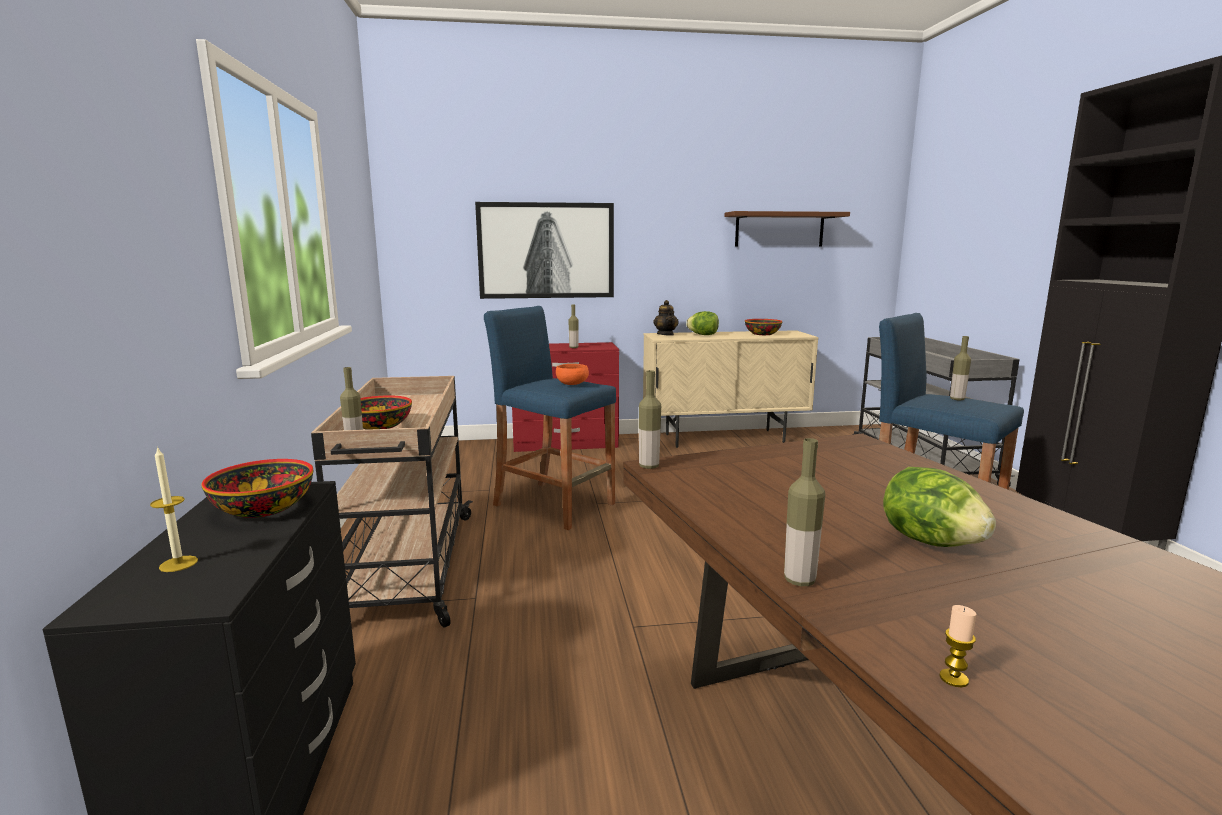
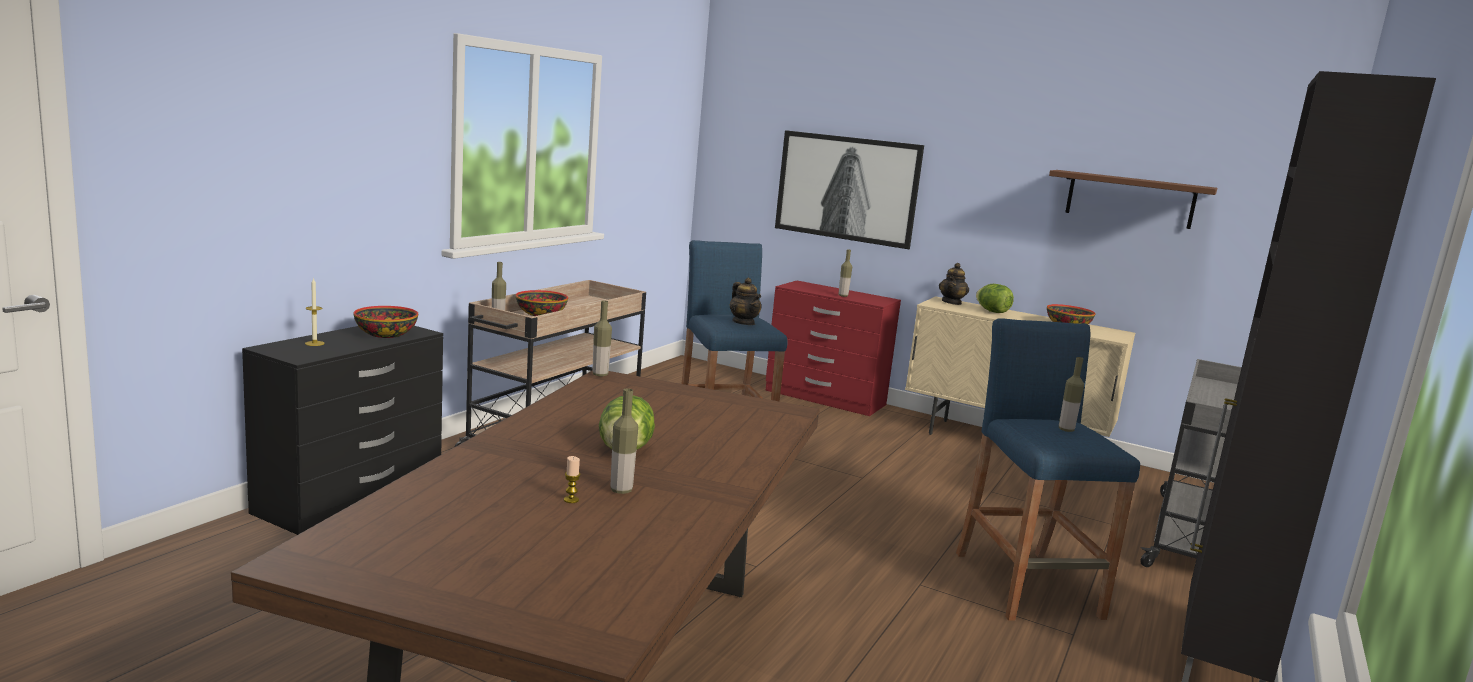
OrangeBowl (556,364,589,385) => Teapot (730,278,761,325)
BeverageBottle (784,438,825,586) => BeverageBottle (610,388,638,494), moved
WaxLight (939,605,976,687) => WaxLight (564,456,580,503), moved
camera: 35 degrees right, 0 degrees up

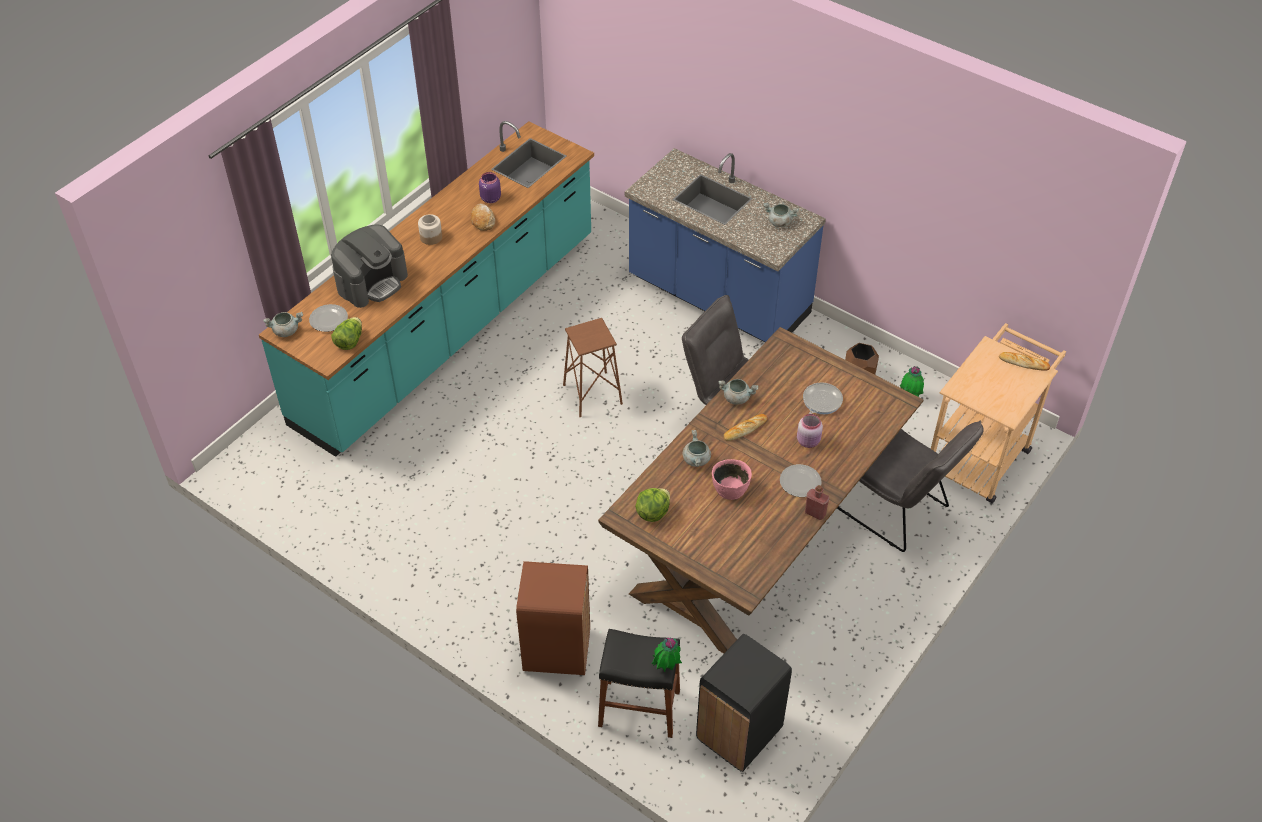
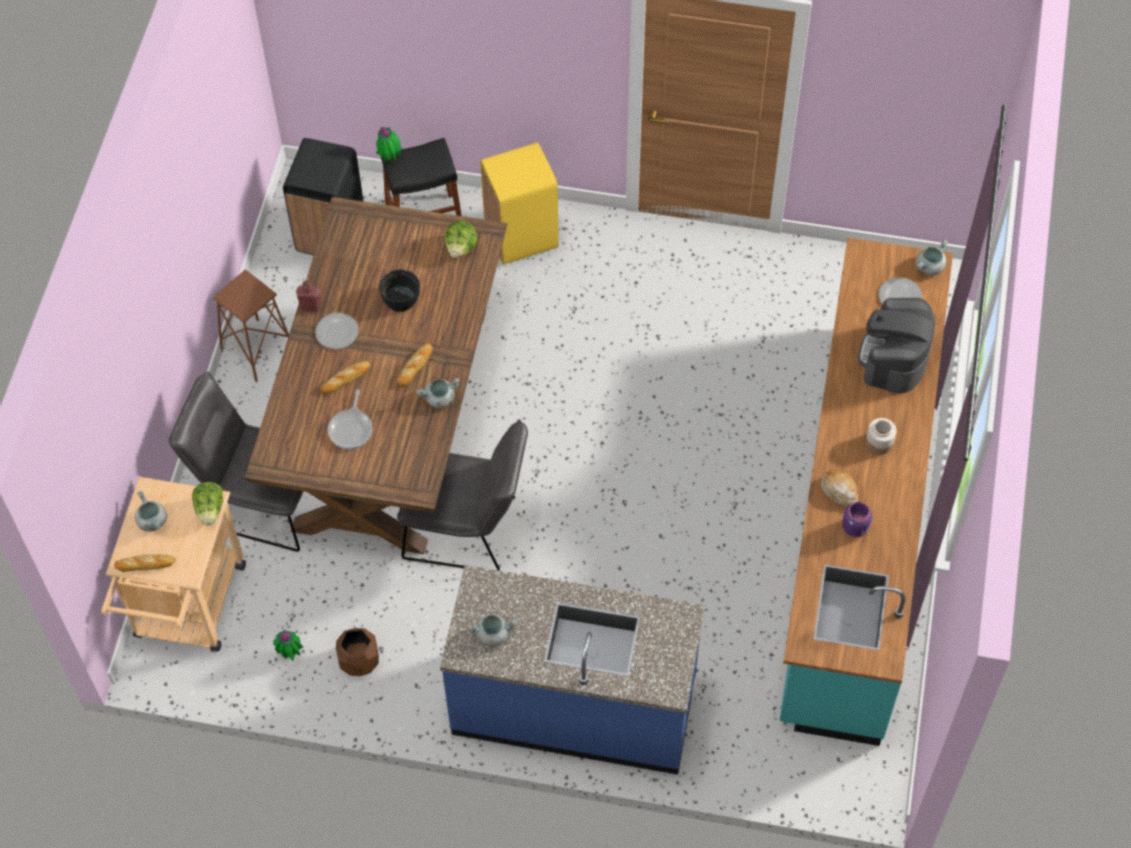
LettuceHead (331,317,362,350) => LettuceHead (192,482,223,525), moved
BrownColouredWasteBin (516,561,590,675) => YellowWasteBin (480,142,559,265)
BrownColouredStool (563,318,623,417) => BrownColouredStool (213,269,289,382), moved
GreyCookingPot (683,430,711,467) => GreyCookingPot (135,491,167,532), moved
PinkBowl (712,459,752,500) => BlackColouredBowl (379,269,420,312)
PinkStorageJar (797,414,823,448) => BakedBread (320,361,370,394)
camera: 155 degrees right, 10 degrees up

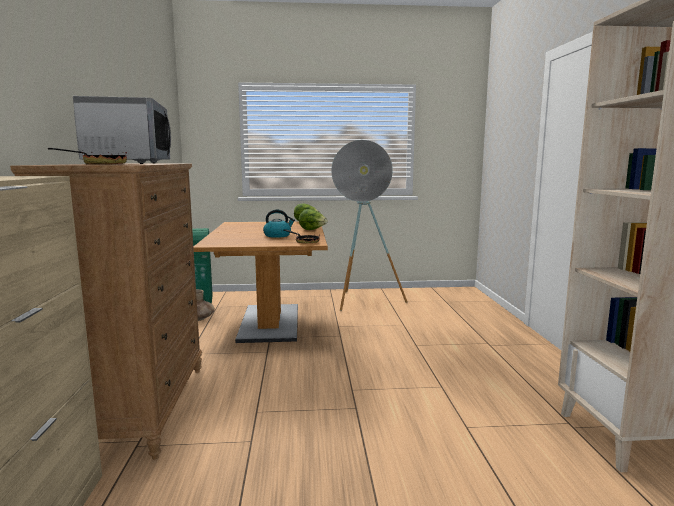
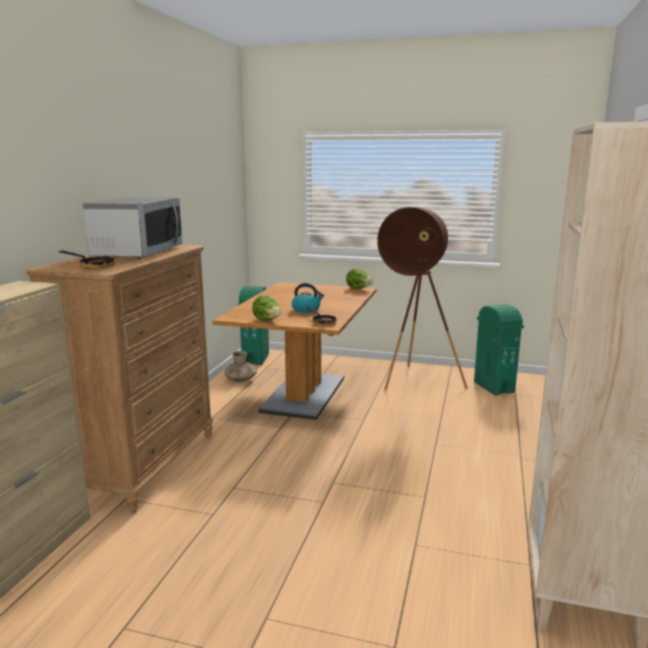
LettuceHead (299,209,328,230) => LettuceHead (252,296,281,321), moved
TurquoiseColouredFloorLamp (331,140,407,311) => BrownColouredFloorLamp (377,207,468,390)
nothing => GreenColouredWasteBin (474,304,524,396)
camera: 20 degrees right, 5 degrees up

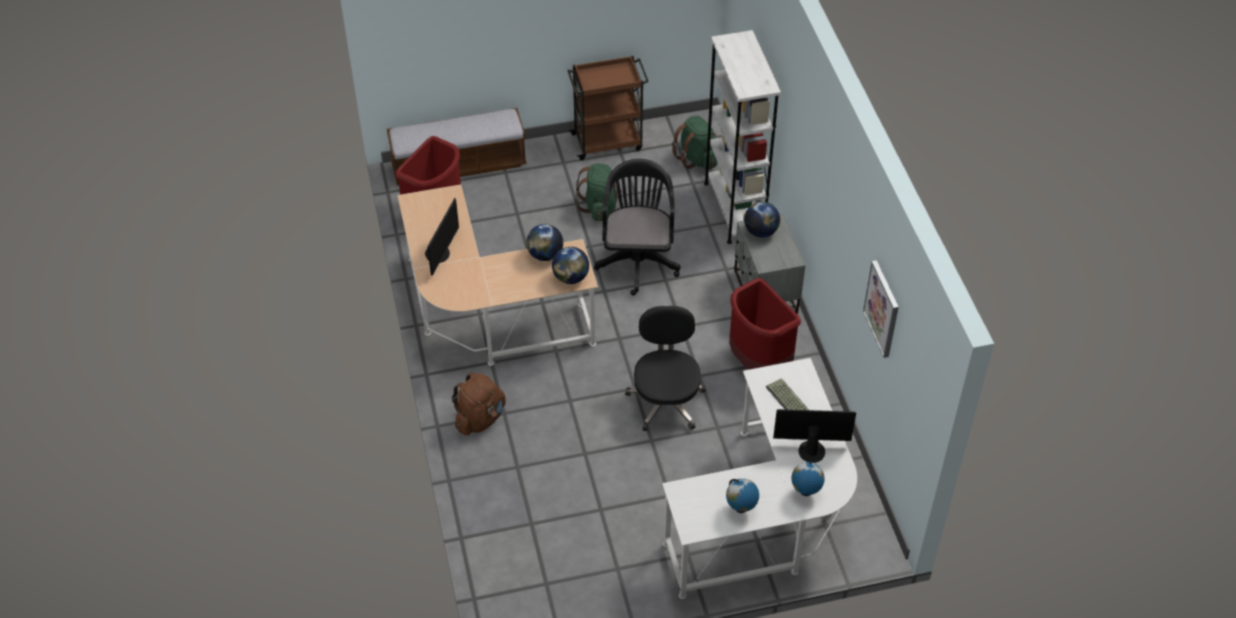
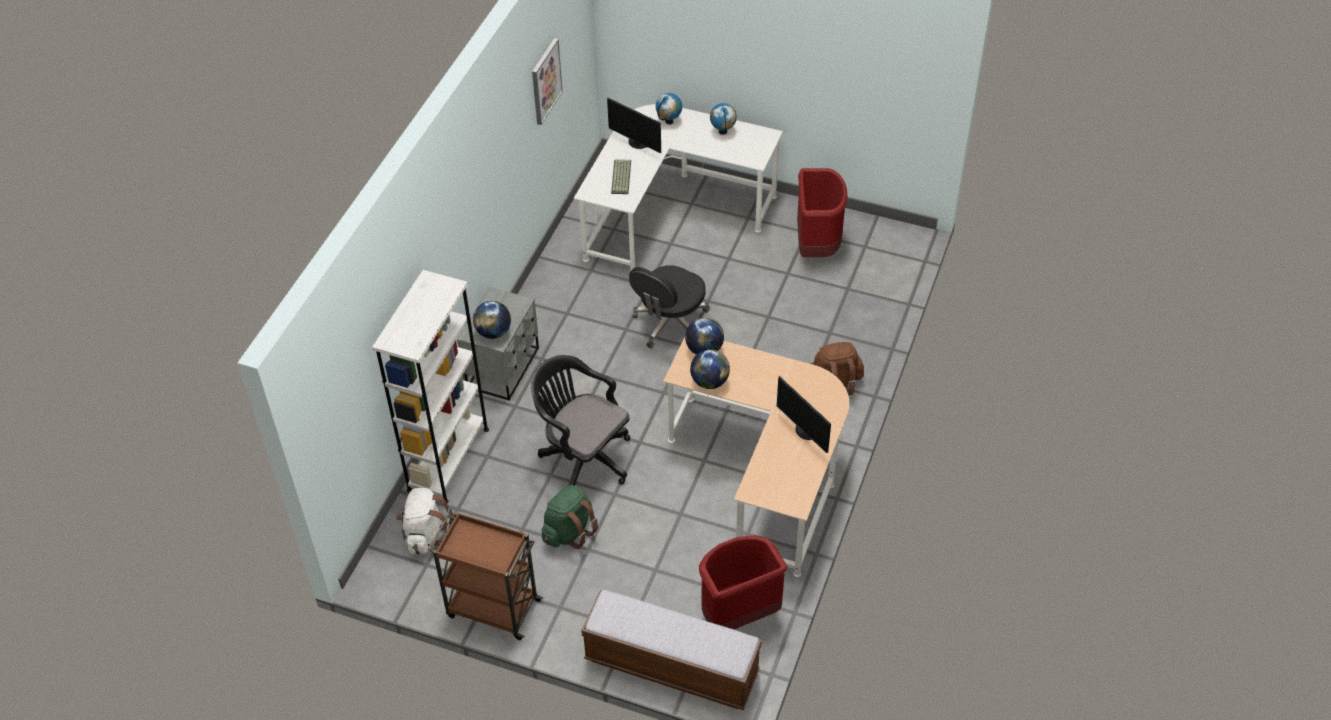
ComputerScreen (425,198,459,276) => ComputerScreen (777,376,831,453), 90 degrees counterclockwise
BlackColouredDeskChair (594,159,681,296) => BlackColouredDeskChair (531,355,630,486), 90 degrees clockwise
GreenColouredRucksack (672,116,718,169) => WhiteRucksack (396,488,454,554)
ReddishWasteBin (729,278,801,369) => ReddishWasteBin (797,168,848,257), moved
camera: 145 degrees left, 0 degrees up

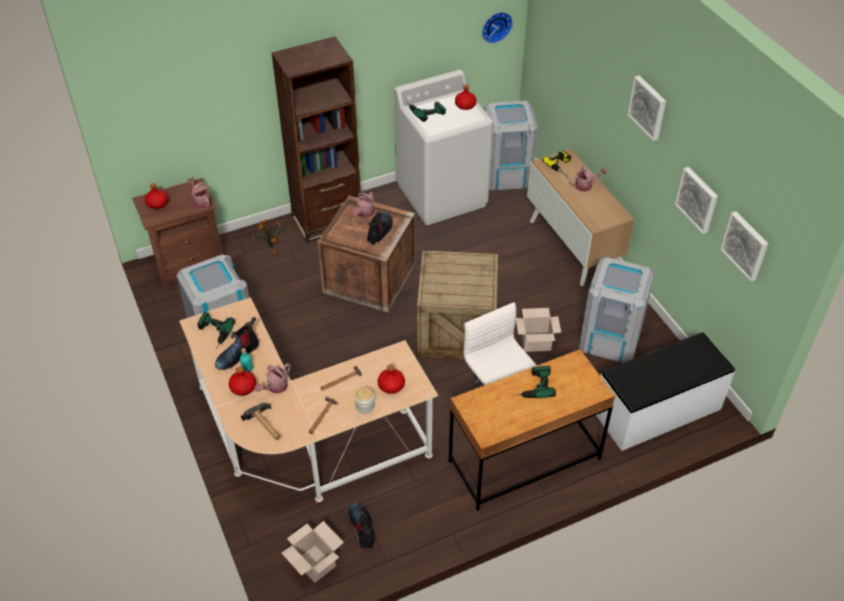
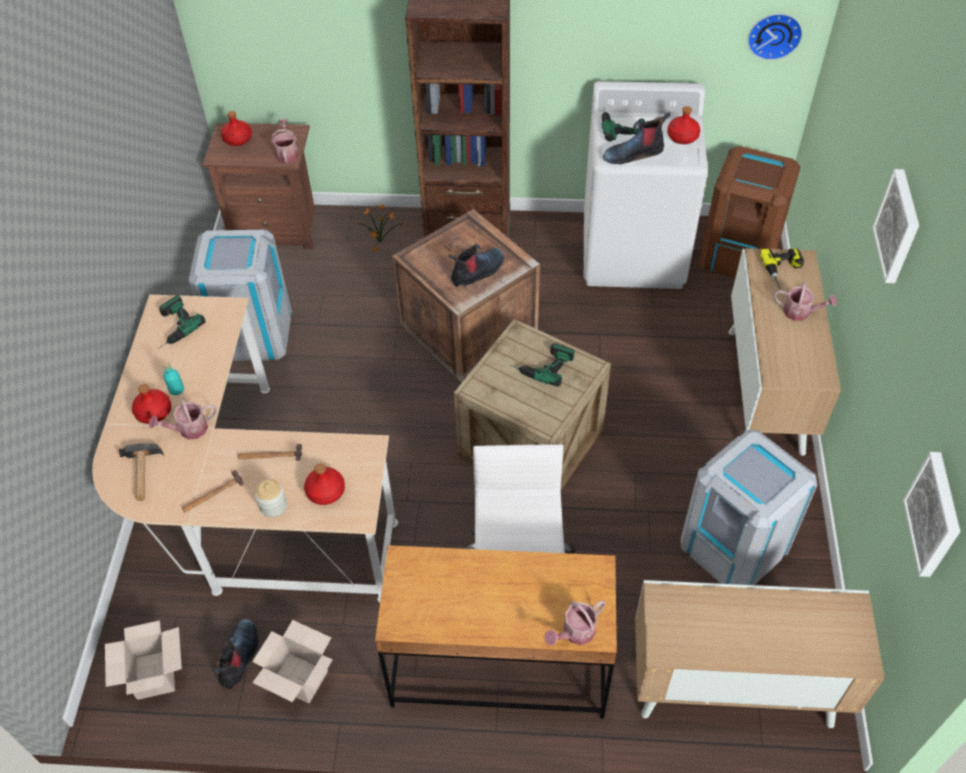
TallBoot (215,317,259,370) => TallBoot (603,112,671,164), moved
SprinklingCan (353,192,374,218) => SprinklingCan (544,601,606,646), moved
GreyWasteBin (484,101,538,191) => BrownColouredWasteBin (699,146,801,278)
Carton (516,308,561,352) => Carton (252,620,333,704), moved
ElectricDrill (521,366,556,398) => ElectricDrill (510,344,575,387), moved
WhiteIndoorBench (596,332,735,451) => StorageCabinet (635,580,884,728)
Picture (675,167,718,234) => nothing
camera: 30 degrees right, 5 degrees up

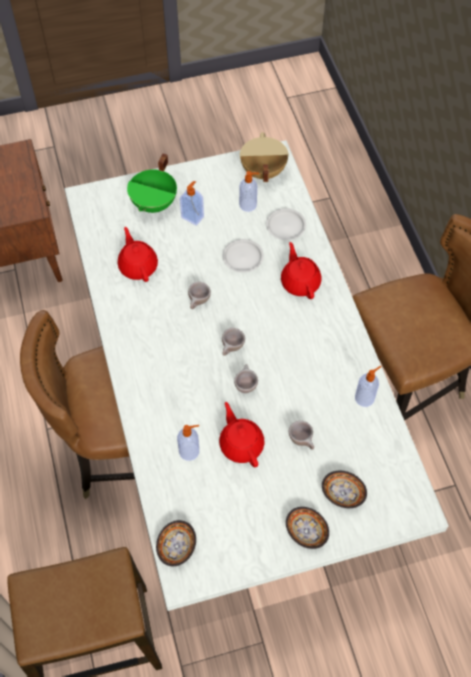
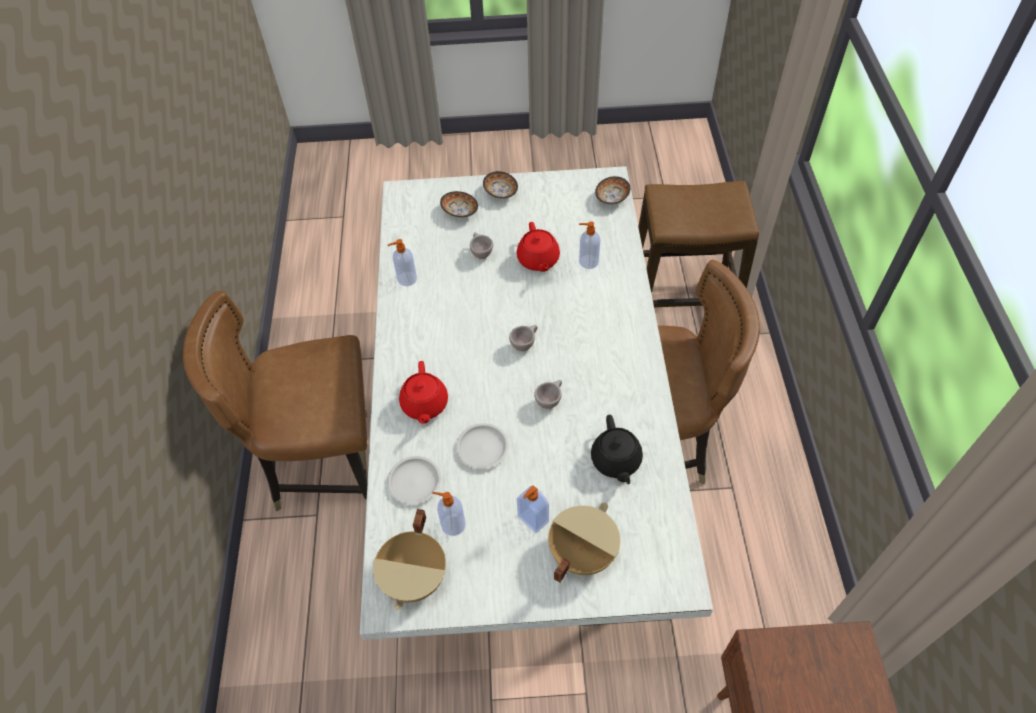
ReddishTeapot (117,227,158,282) => BlackColouredTeapot (591,415,643,484)
GreenColouredCookingPot (127,154,177,213) => BeigeCookingPot (548,503,620,583)
BeigeDrinkingCup (234,364,258,393) => nothing
camera: 165 degrees left, 5 degrees down

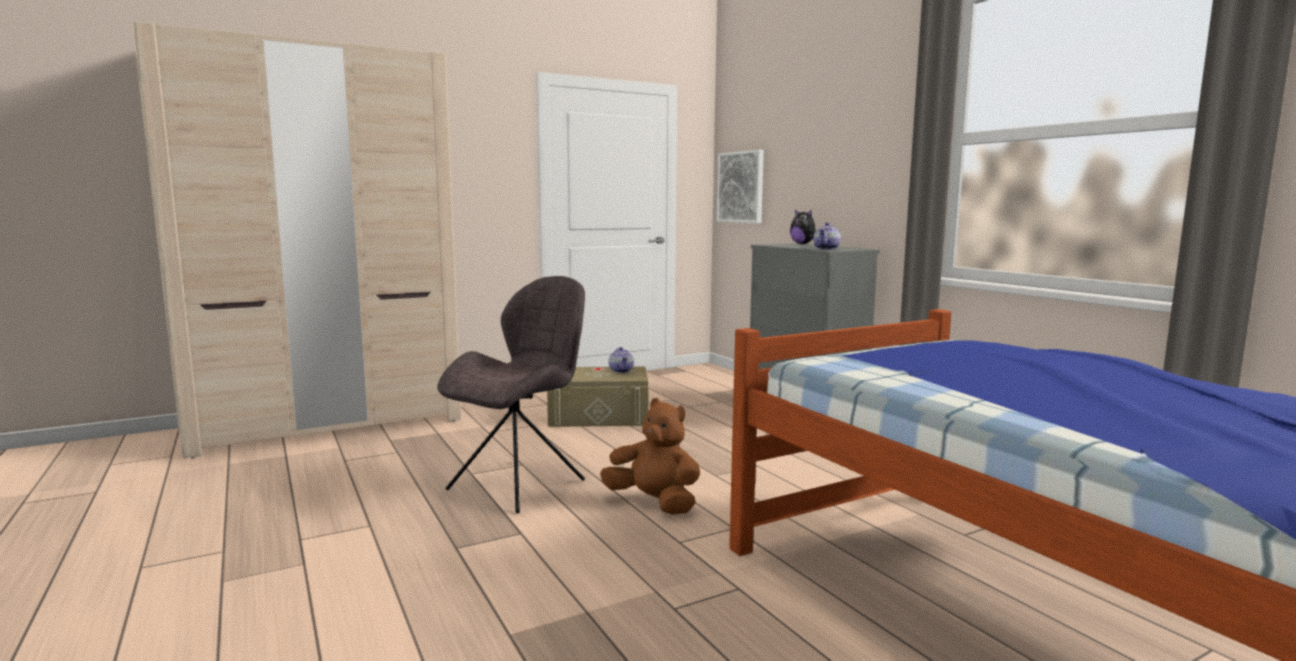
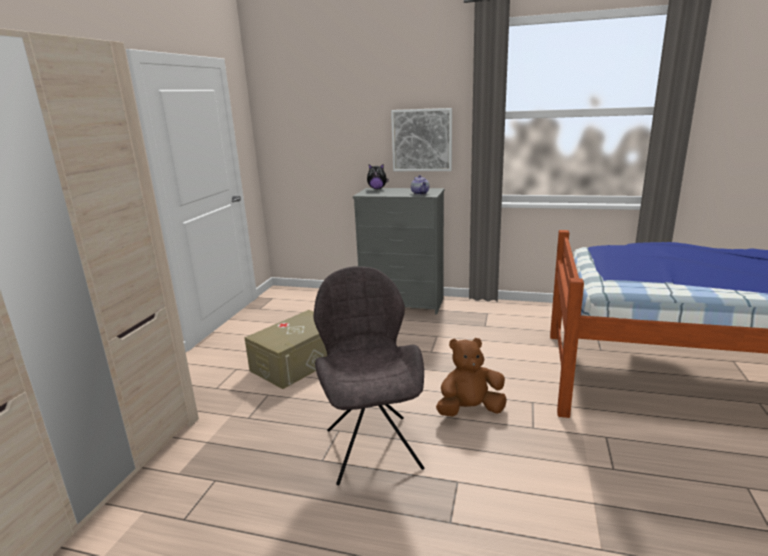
Teapot (609,347,634,373) => nothing
Picture (716,150,764,223) => Picture (391,108,452,171), moved
camera: 45 degrees left, 10 degrees up

